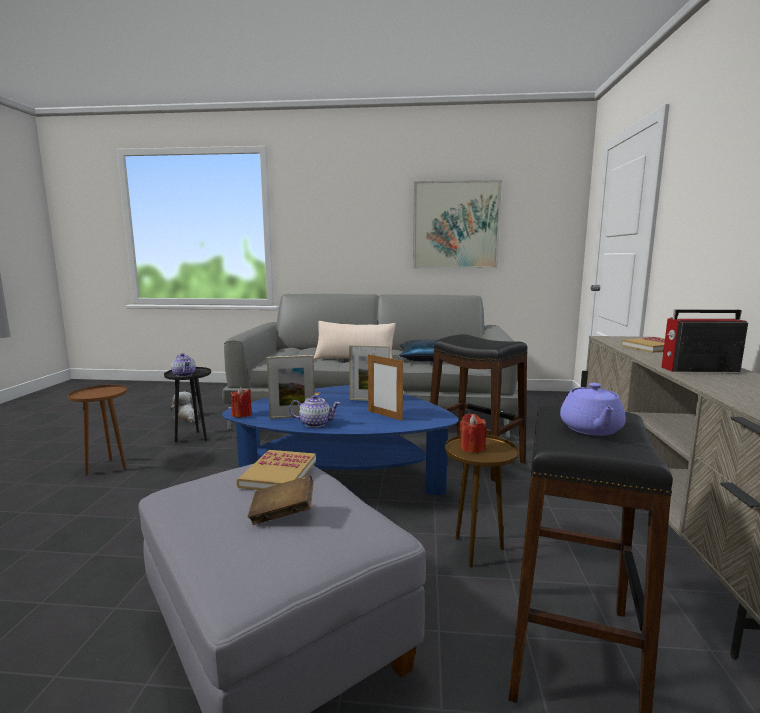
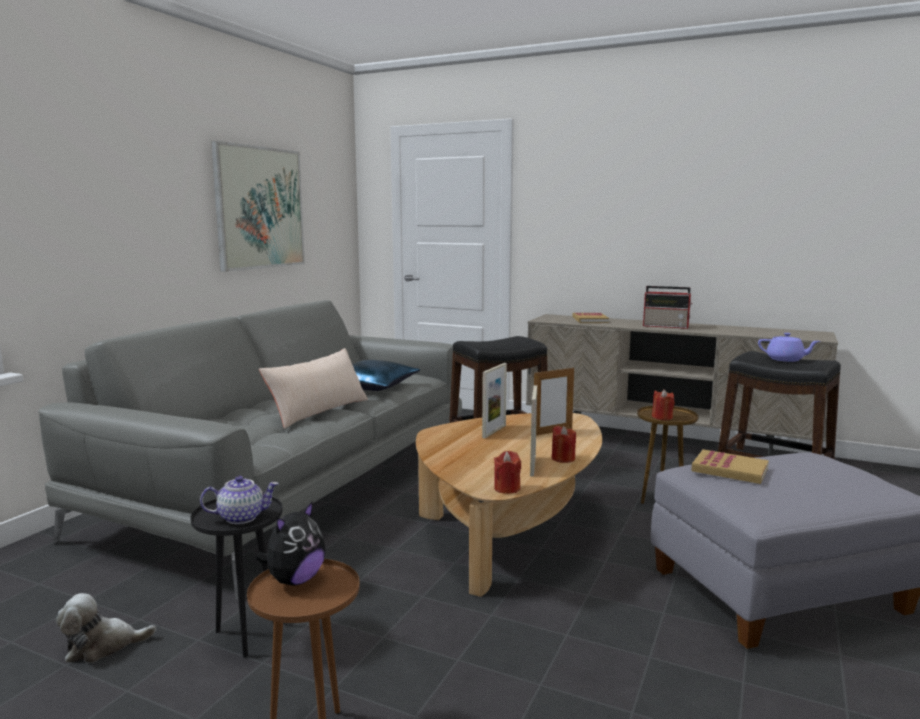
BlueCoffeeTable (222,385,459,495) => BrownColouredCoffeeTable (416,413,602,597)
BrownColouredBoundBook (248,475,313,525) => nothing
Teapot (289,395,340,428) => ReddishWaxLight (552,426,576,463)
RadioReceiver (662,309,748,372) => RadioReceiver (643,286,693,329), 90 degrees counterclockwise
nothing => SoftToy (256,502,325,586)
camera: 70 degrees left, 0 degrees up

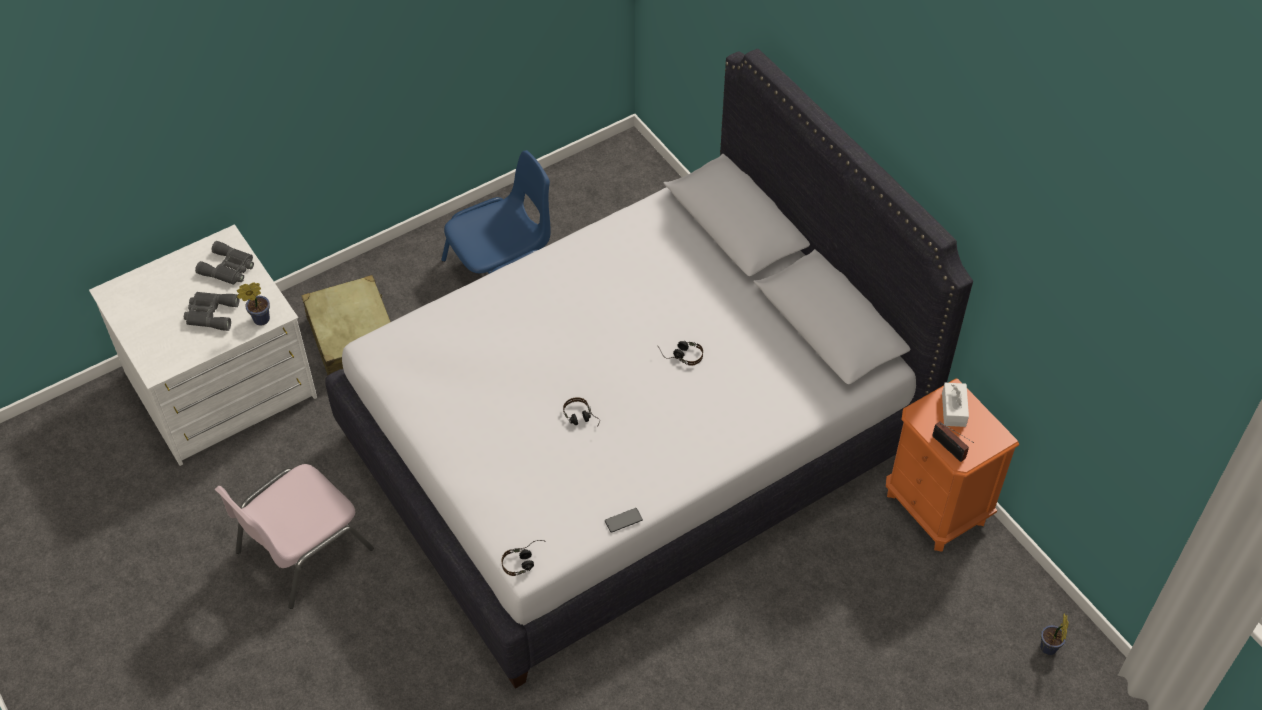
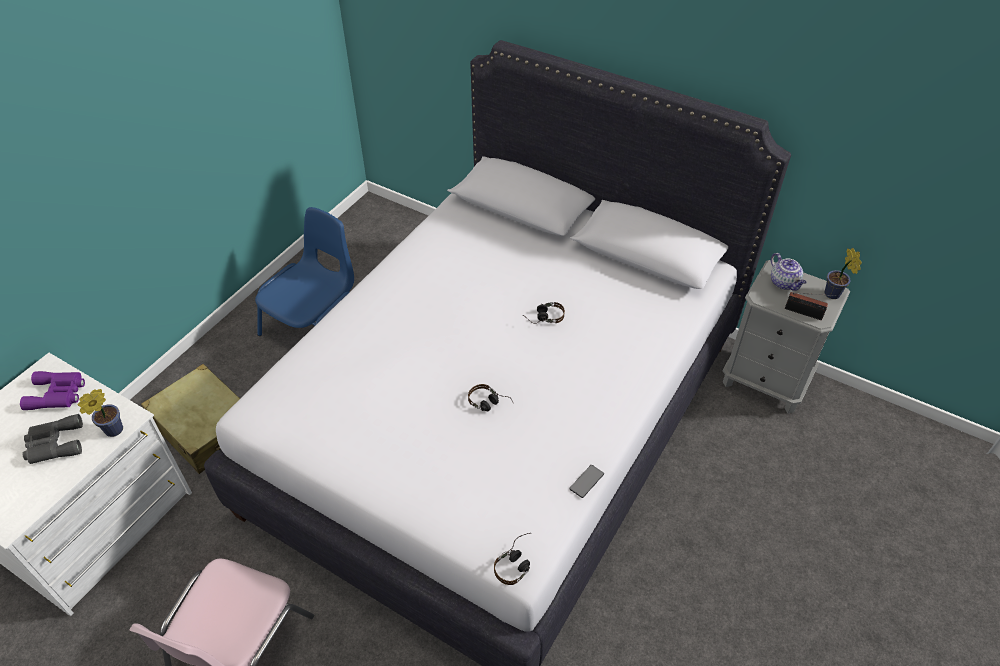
GreyFieldGlasses (195,241,254,285) => PurplishFieldGlasses (20,371,85,410)
OrangeNightTable (886,378,1019,552) => GreyNightTable (723,260,850,413)
WhiteTissueHolder (942,383,969,427) => Teapot (771,253,807,291)
Houseplant (1040,613,1068,655) => Houseplant (825,248,862,299), moved
camera: 25 degrees left, 5 degrees down

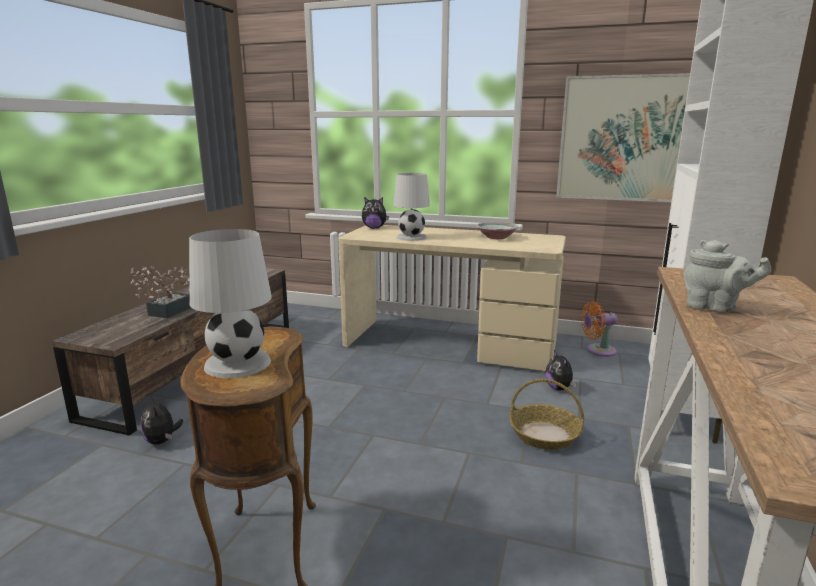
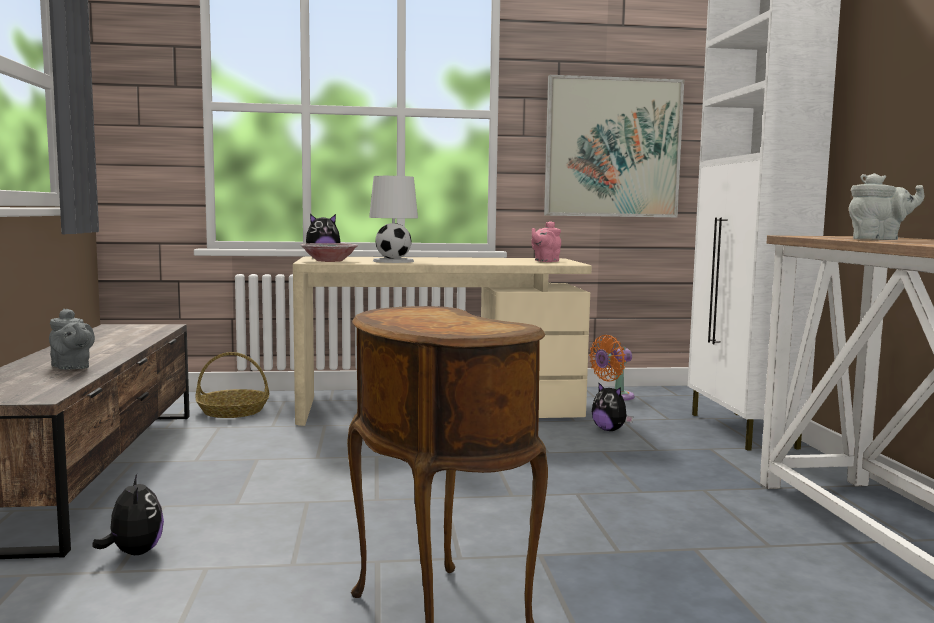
Houseplant (130,266,191,318) => GreyTeapot (49,309,95,370)
SoftToy (140,396,183,445) => SoftToy (92,474,164,555), 150 degrees counterclockwise
WhiteTableLamp (189,229,272,378) => nothing
Bowl (476,222,519,239) => Bowl (300,243,358,262), moved
StorageBasket (509,379,584,450) => StorageBasket (196,352,269,418), moved
nothing => PinkTeapot (531,221,561,262)
camera: 25 degrees left, 10 degrees down

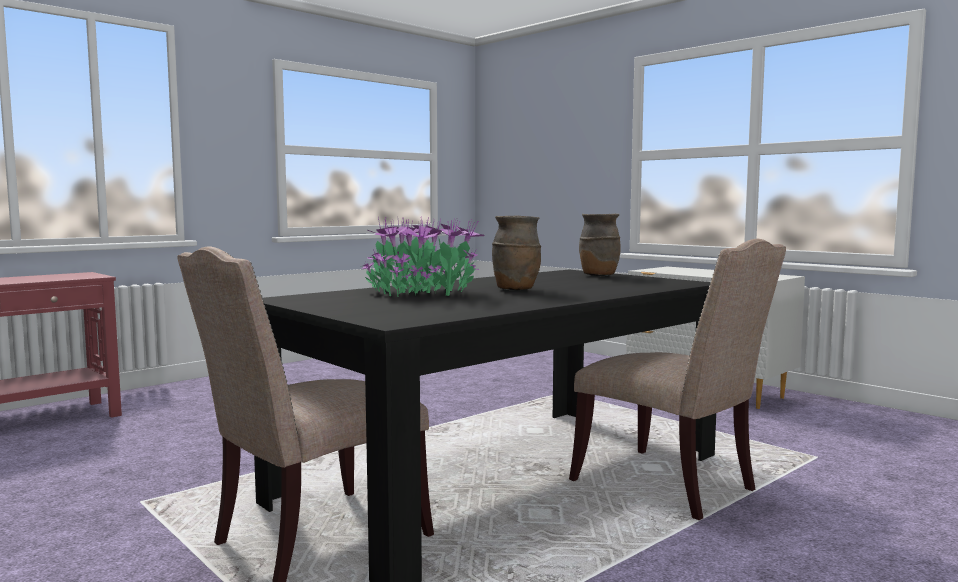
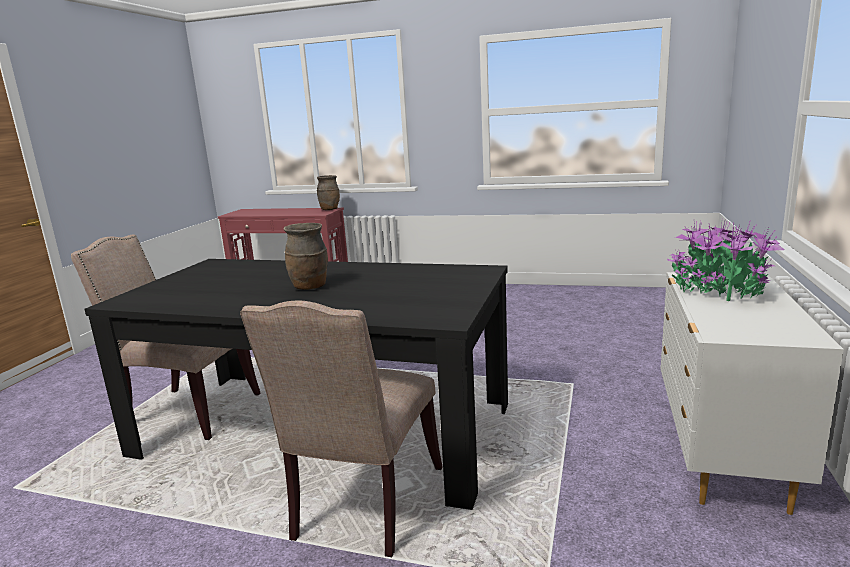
Houseplant (362,216,485,297) => Houseplant (667,220,784,301), moved
BrownColouredVase (579,214,621,276) => BrownColouredVase (317,175,340,210), moved
camera: 60 degrees right, 10 degrees up

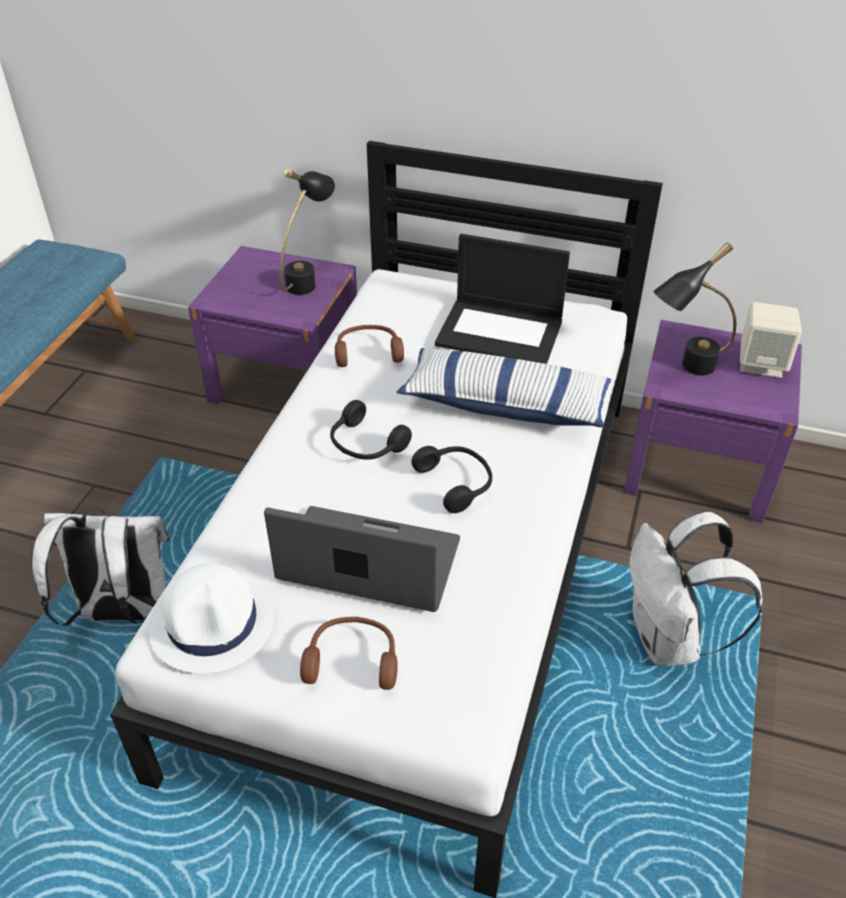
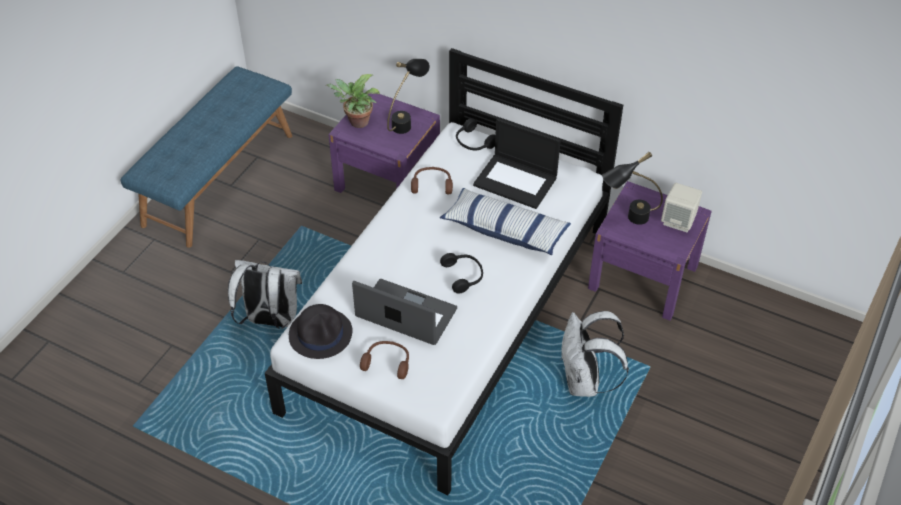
WhiteClothingHat (149,563,275,674) => BlackColouredClothingHat (289,304,353,359)
BlackColouredHeadphones (330,400,412,460) => BlackColouredHeadphones (456,118,496,150), moved
nothing => Houseplant (326,74,380,128)
camera: 10 degrees right, 5 degrees up

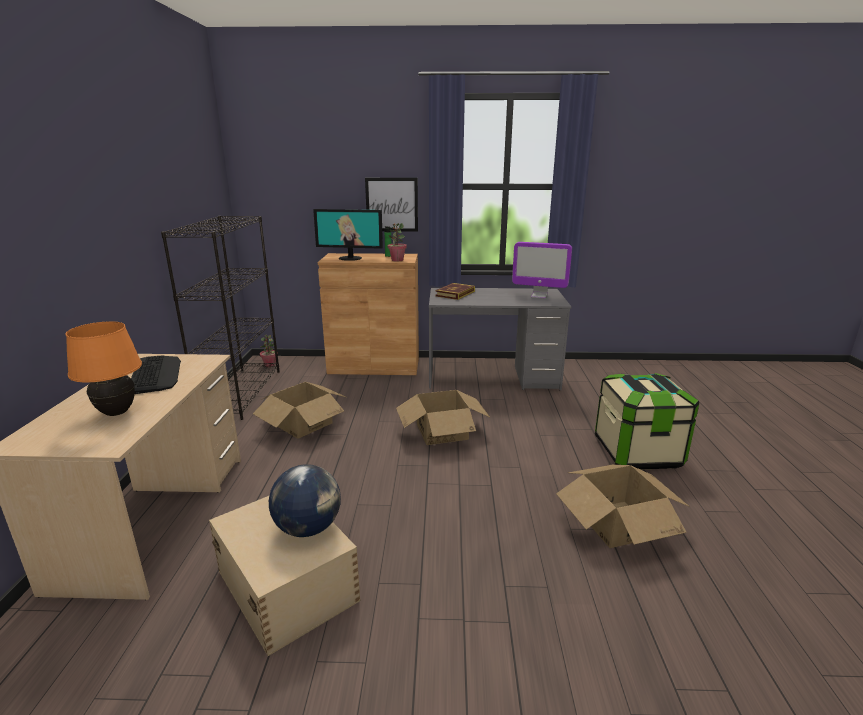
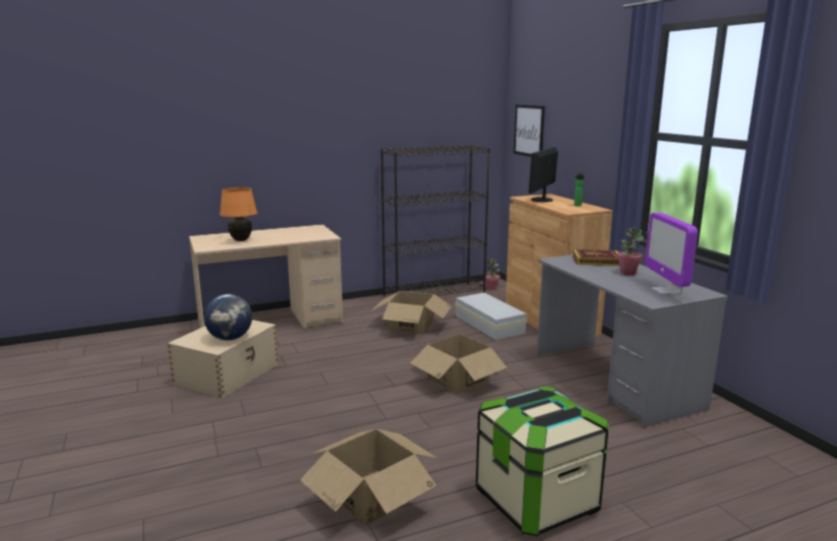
Keyboard (131,355,181,394) => nothing
ComputerScreen (313,209,383,261) => ComputerScreen (528,147,558,202), 45 degrees clockwise
Picture (365,178,418,232) => Picture (513,104,545,157), moved
Houseplant (388,223,407,262) => Houseplant (617,227,644,275), moved
nothing => WhiteStorageBin (455,293,527,340)
camera: 65 degrees right, 5 degrees down

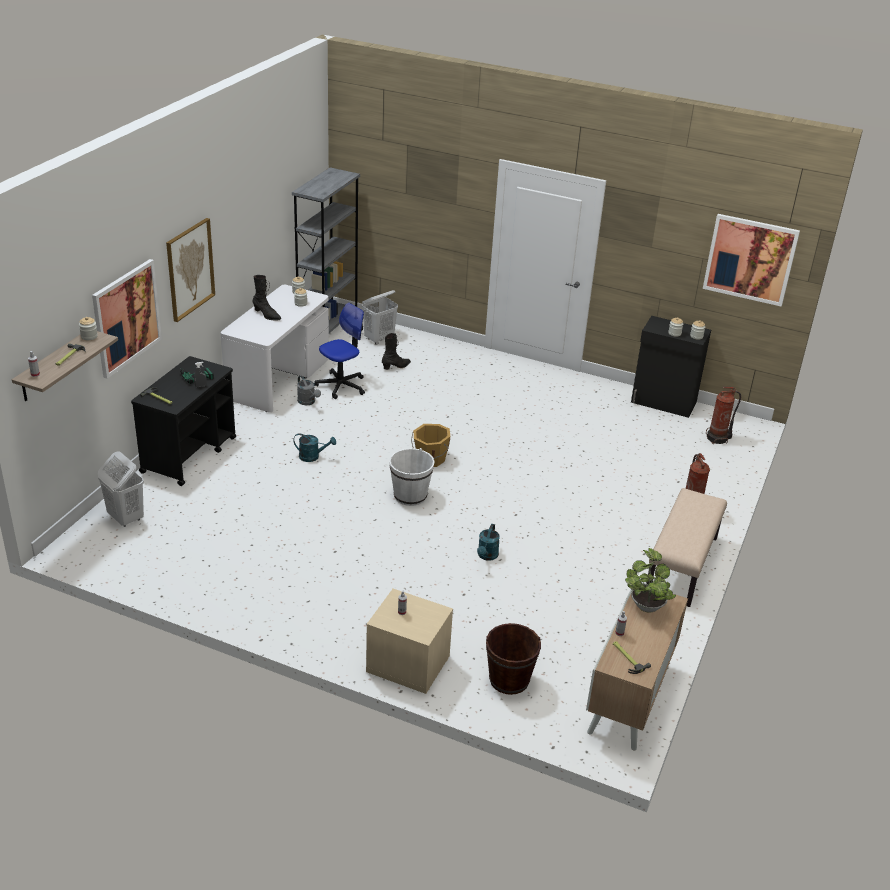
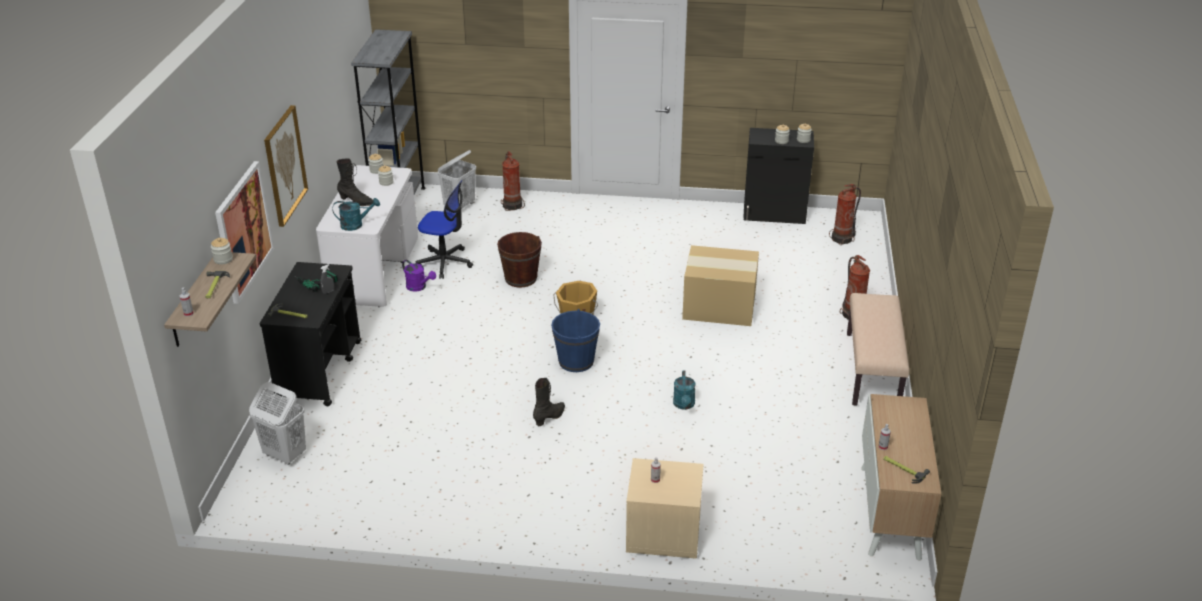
TurquoiseColouredSprinklingCan (293,433,336,462) => TurquoiseColouredSprinklingCan (332,198,380,231), moved
GreySprinklingCan (297,375,321,405) => PurplishSprinklingCan (402,260,436,292)
DeskChair (314,303,365,399) => DeskChair (416,180,473,279), 75 degrees clockwise
BlackColouredTallBoot (382,333,411,370) => BlackColouredTallBoot (533,378,565,426), moved
WhiteBucket (389,448,435,506) => BlueBucket (551,309,600,372)
BrownColouredBucket (486,623,541,695) => BrownColouredBucket (497,232,542,288), moved
Houseplant (625,548,676,613) => nothing
Picture (703,214,800,306) => nothing
nothing => FireExtinguisher (501,151,525,211)
nothing => Carton (682,245,759,326)
camera: 15 degrees left, 0 degrees up

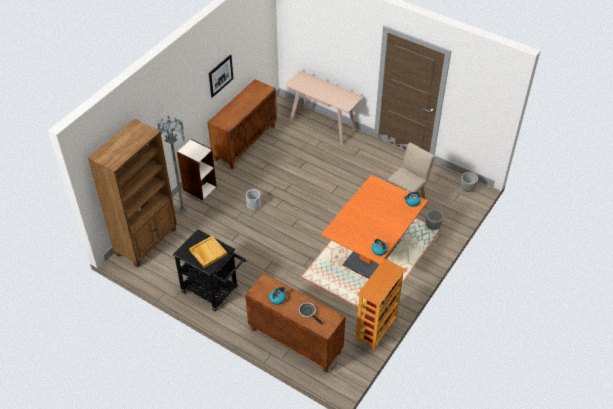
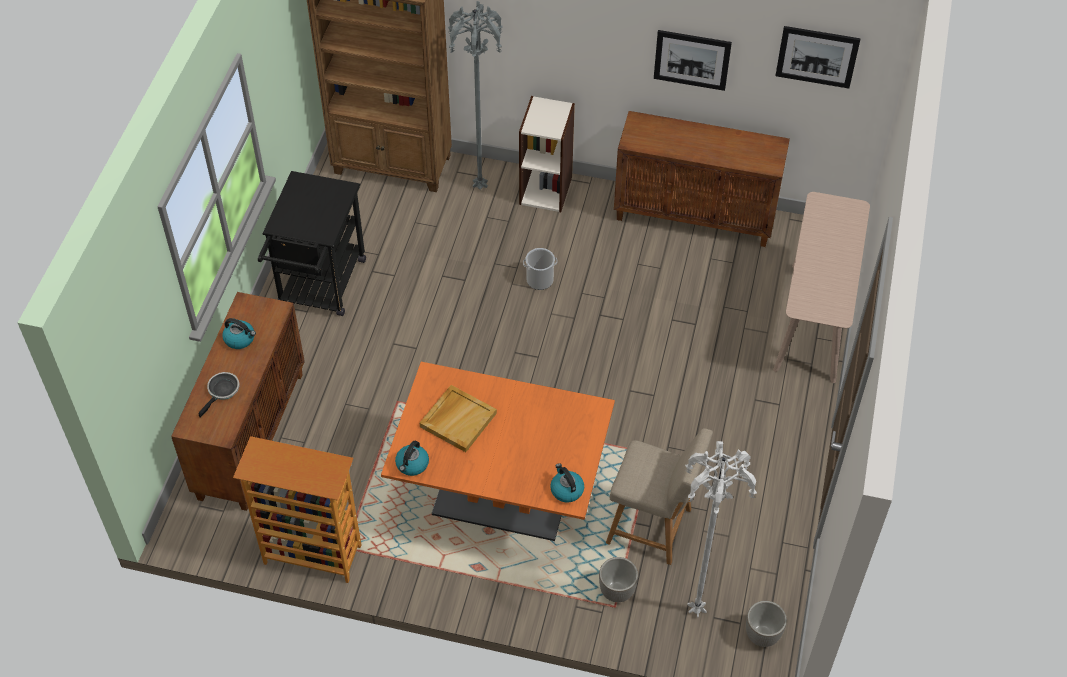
BeigeServingTray (189,236,228,268) => BeigeServingTray (420,385,497,452), moved
nothing => WhiteFloorLamp (685,441,757,617)
nothing => Picture (775,26,861,89)
camera: 70 degrees right, 5 degrees up

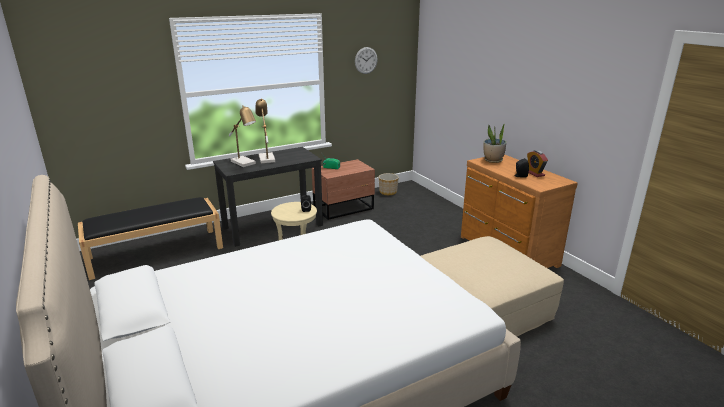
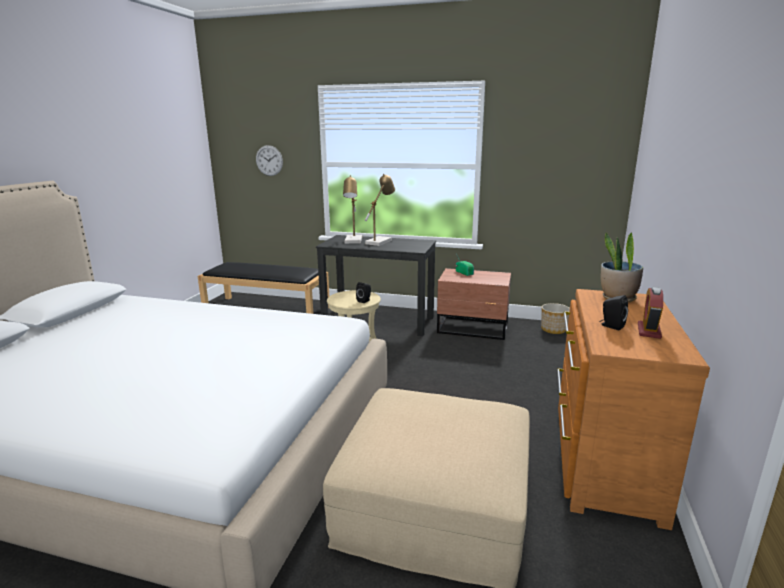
ClockOnTheWall (355,47,378,74) => ClockOnTheWall (256,145,283,176), moved
camera: 45 degrees right, 5 degrees down

